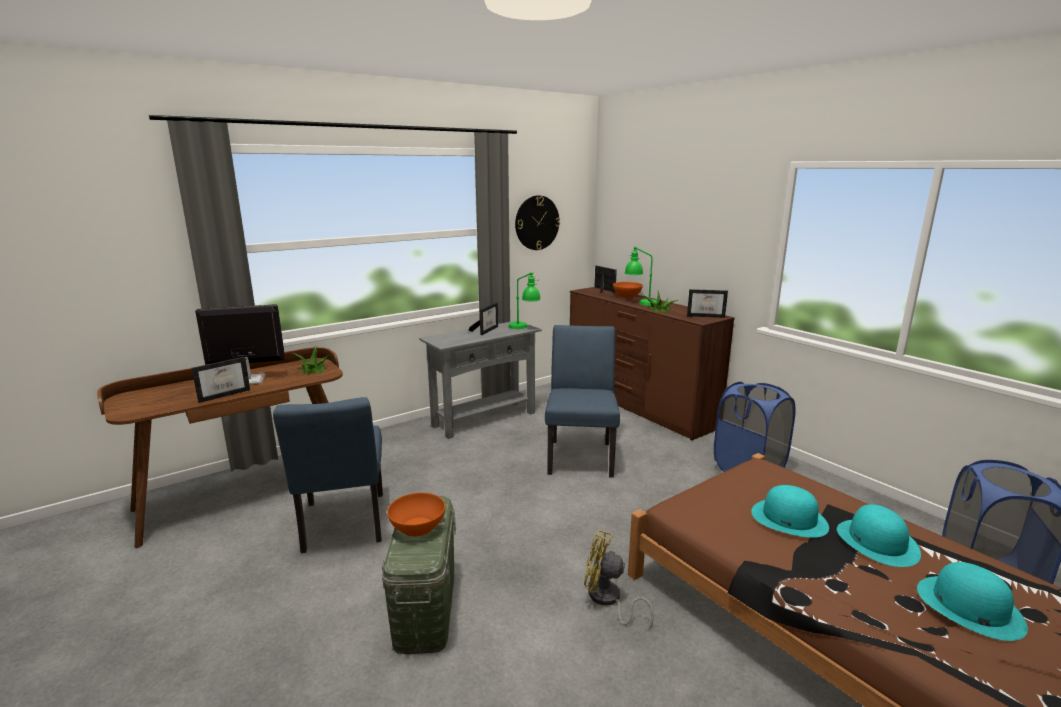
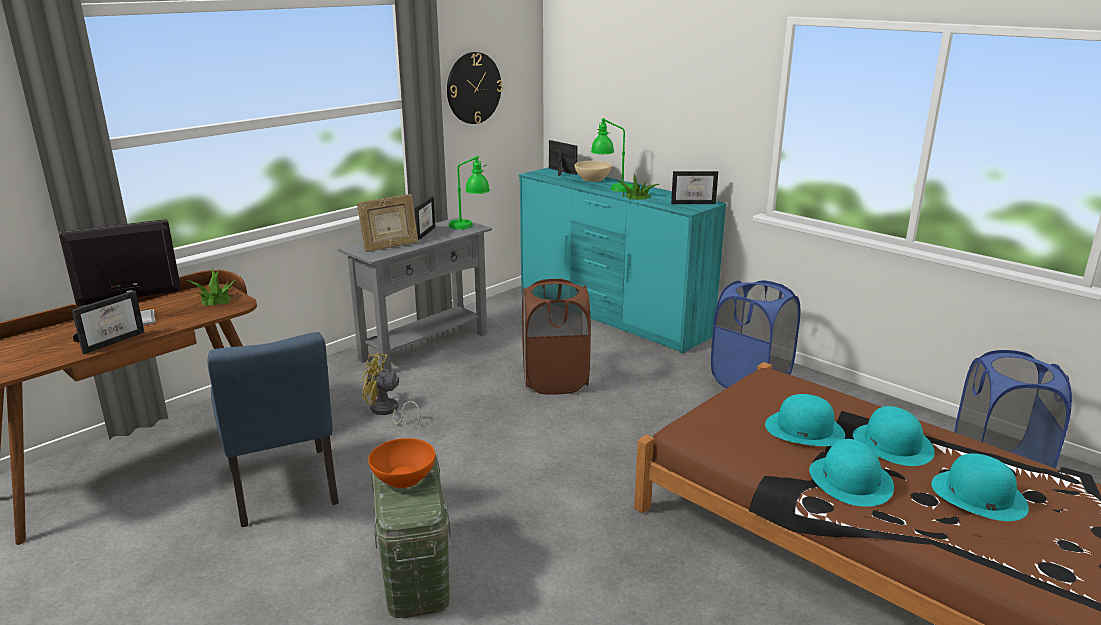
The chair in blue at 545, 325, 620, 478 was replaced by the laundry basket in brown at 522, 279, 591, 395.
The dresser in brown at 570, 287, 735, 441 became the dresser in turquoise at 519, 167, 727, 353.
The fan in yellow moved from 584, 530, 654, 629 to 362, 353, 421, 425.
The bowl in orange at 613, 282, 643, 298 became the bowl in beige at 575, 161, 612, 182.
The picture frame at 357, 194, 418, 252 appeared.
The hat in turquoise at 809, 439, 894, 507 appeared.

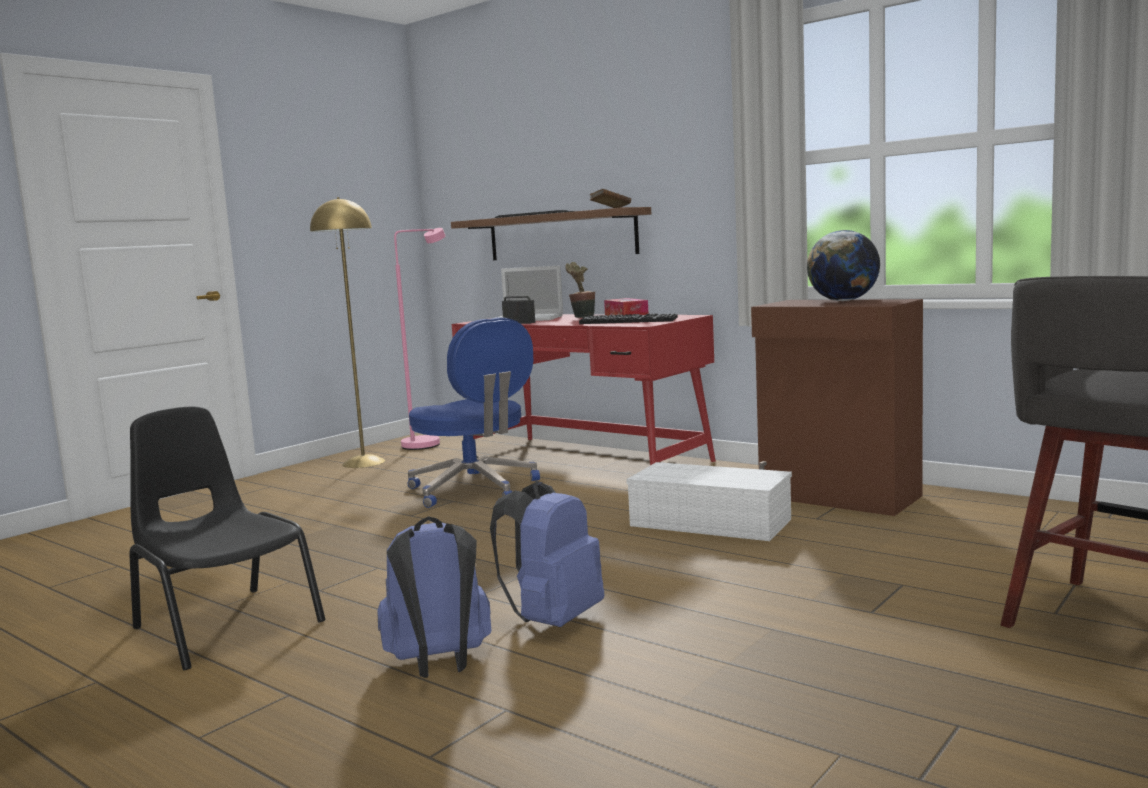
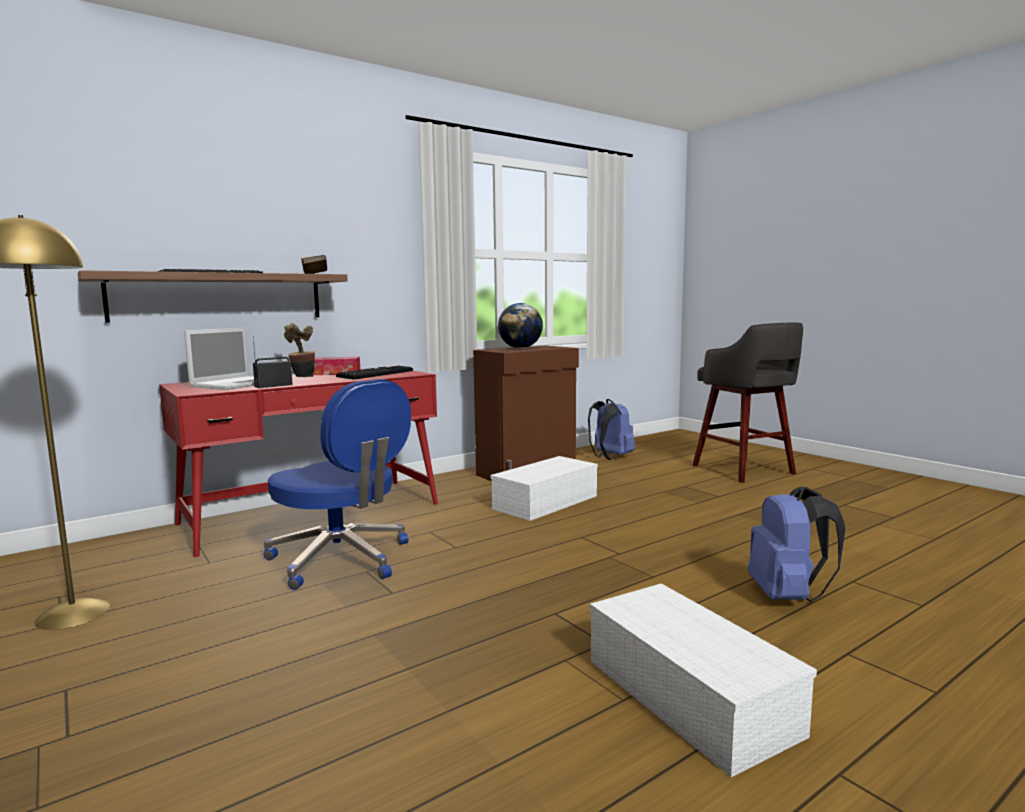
The chair in black at 129, 406, 325, 670 was replaced by the storage box in white at 590, 583, 817, 777.
The floor lamp in pink at 394, 228, 445, 450 disappeared.
The office chair in blue at 408, 317, 540, 508 turned 60 degrees clockwise.
The backpack in blue moved from 490, 481, 604, 627 to 588, 399, 635, 460.

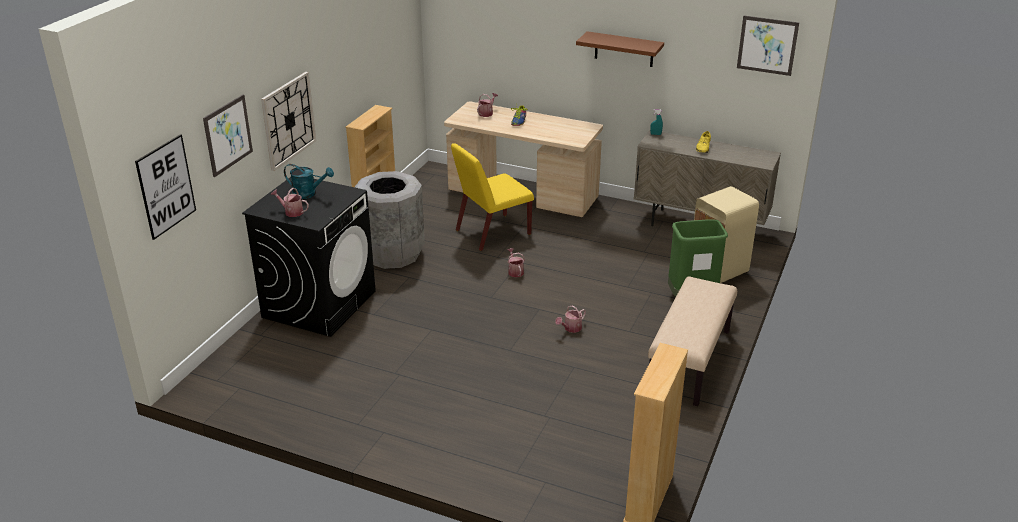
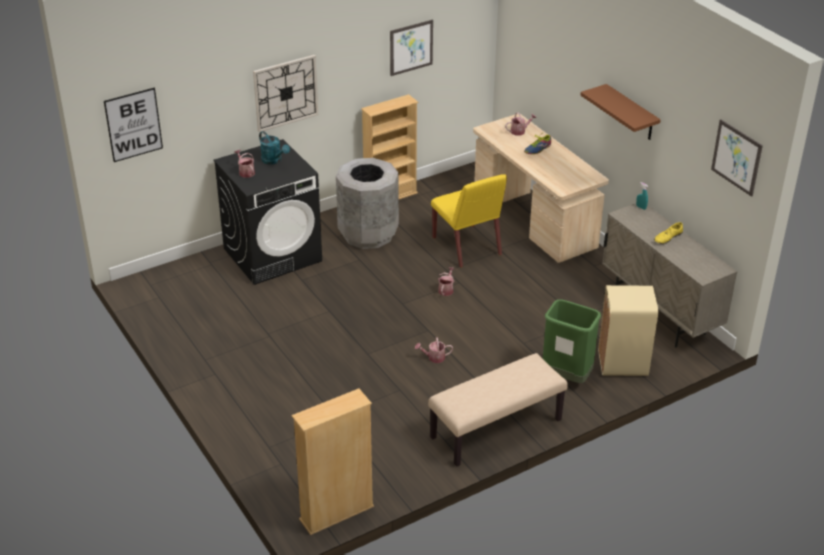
The picture moved from 203, 95, 253, 177 to 390, 20, 433, 76.
The chair in yellow at 451, 143, 534, 251 turned 120 degrees counterclockwise.

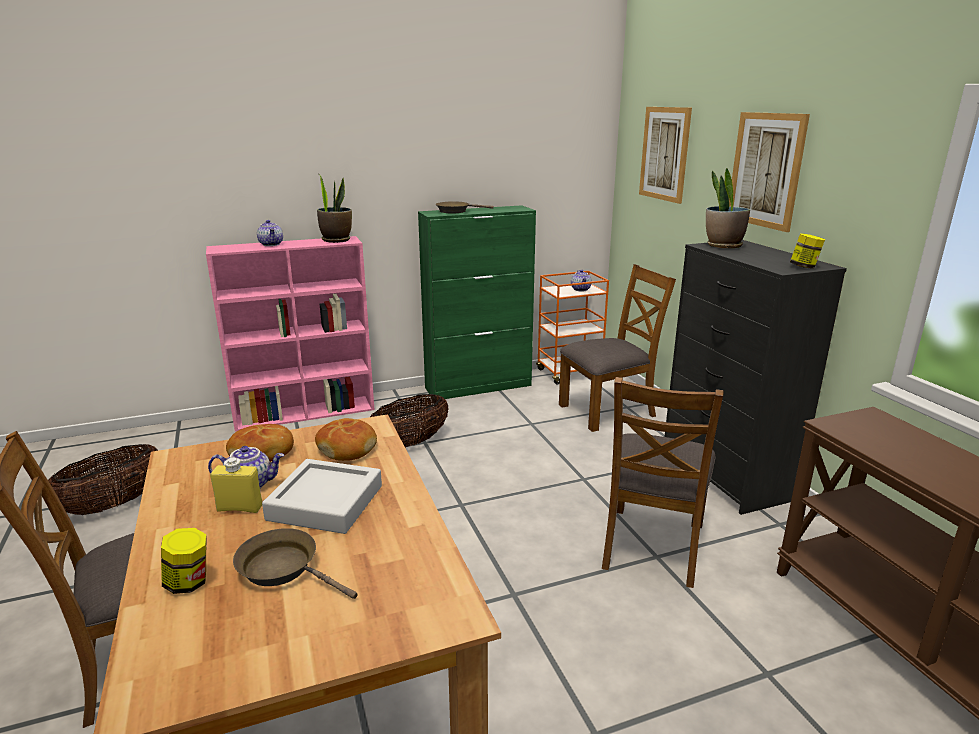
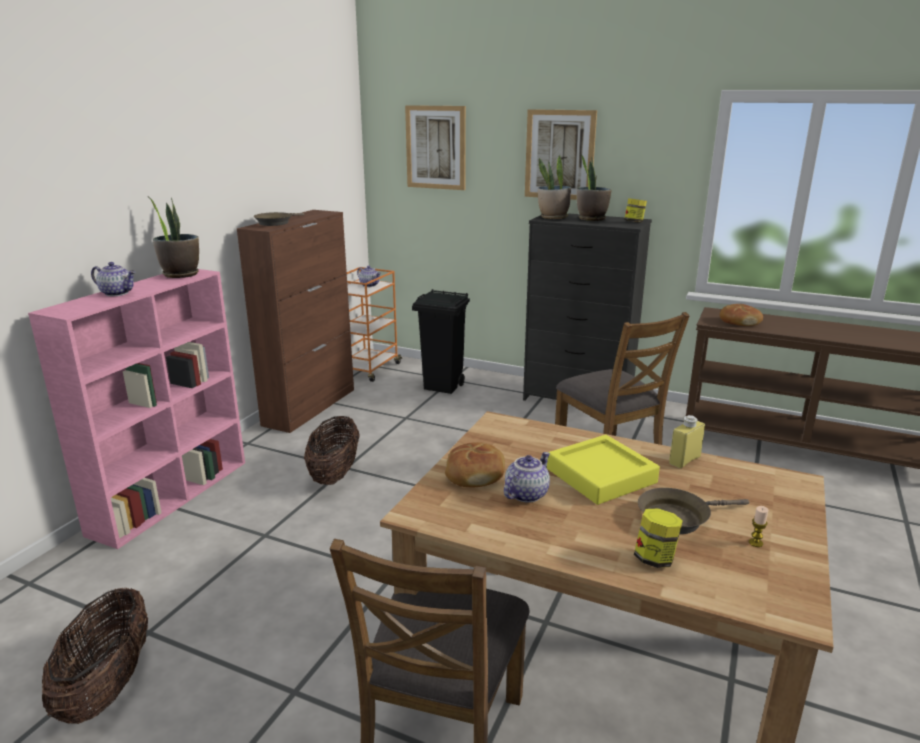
The bottle in yellow moved from 210, 457, 262, 513 to 669, 415, 705, 468.
The tray in grey at 262, 459, 382, 534 became the tray in yellow at 547, 435, 660, 505.
The bread moved from 315, 418, 377, 461 to 720, 304, 763, 326.
The cabinet in green at 418, 205, 536, 399 became the cabinet in brown at 237, 210, 354, 433.
The chair in brown at 559, 264, 676, 432 was replaced by the trash can in black at 412, 290, 470, 394.
The potted plant at 576, 155, 612, 221 appeared.
The candle at 749, 506, 768, 547 appeared.

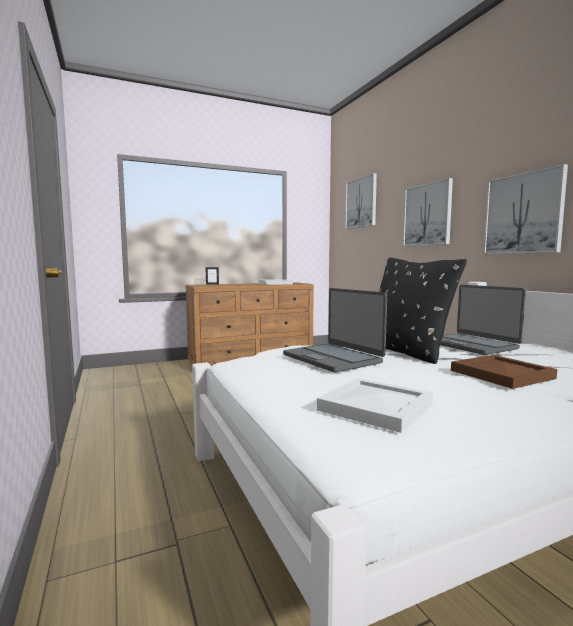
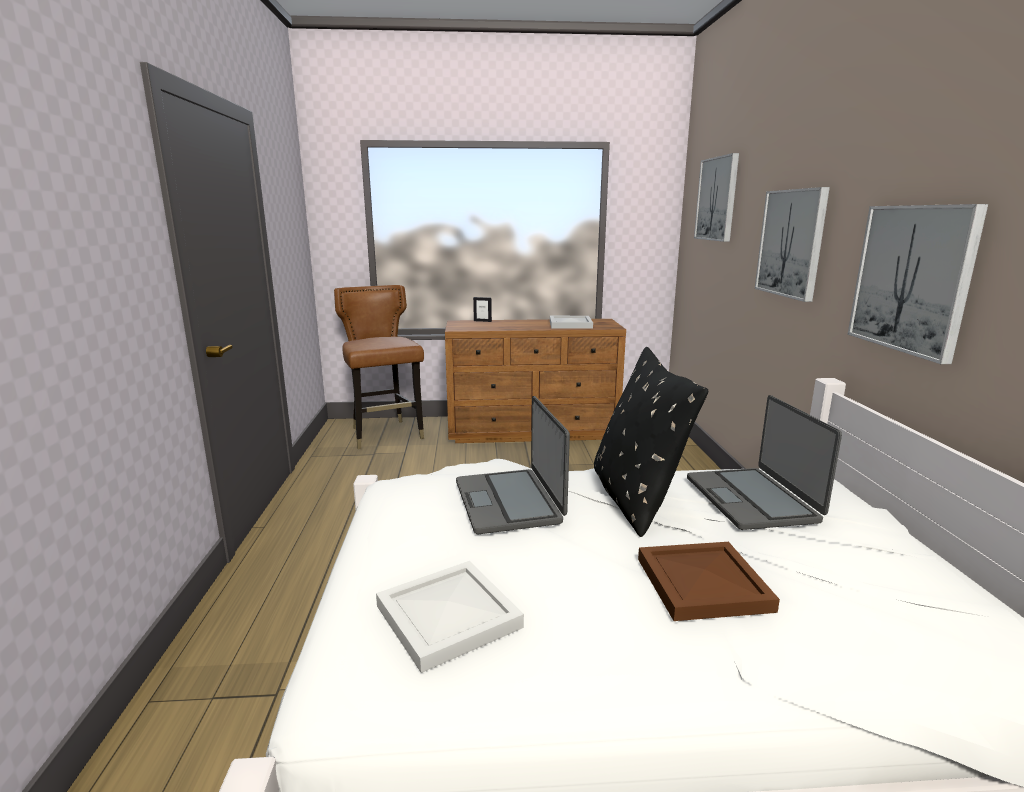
The chair in brown at 334, 285, 424, 449 appeared.

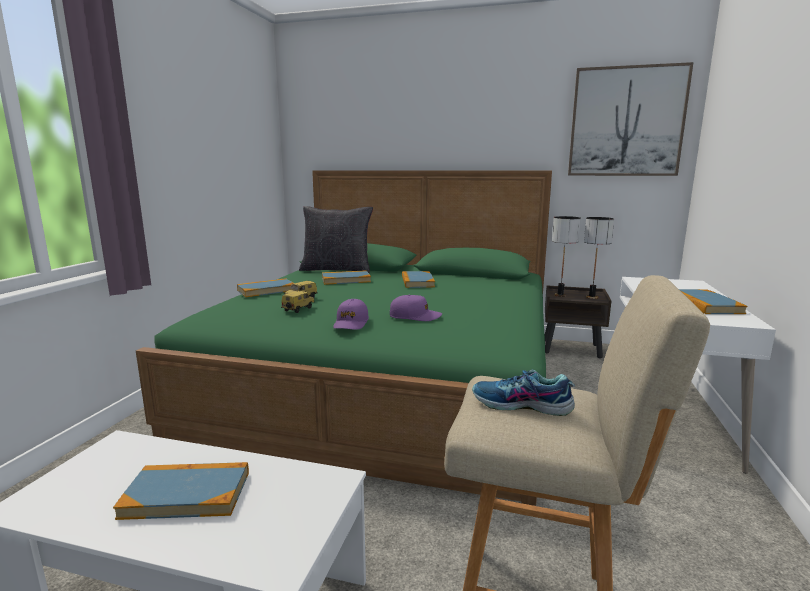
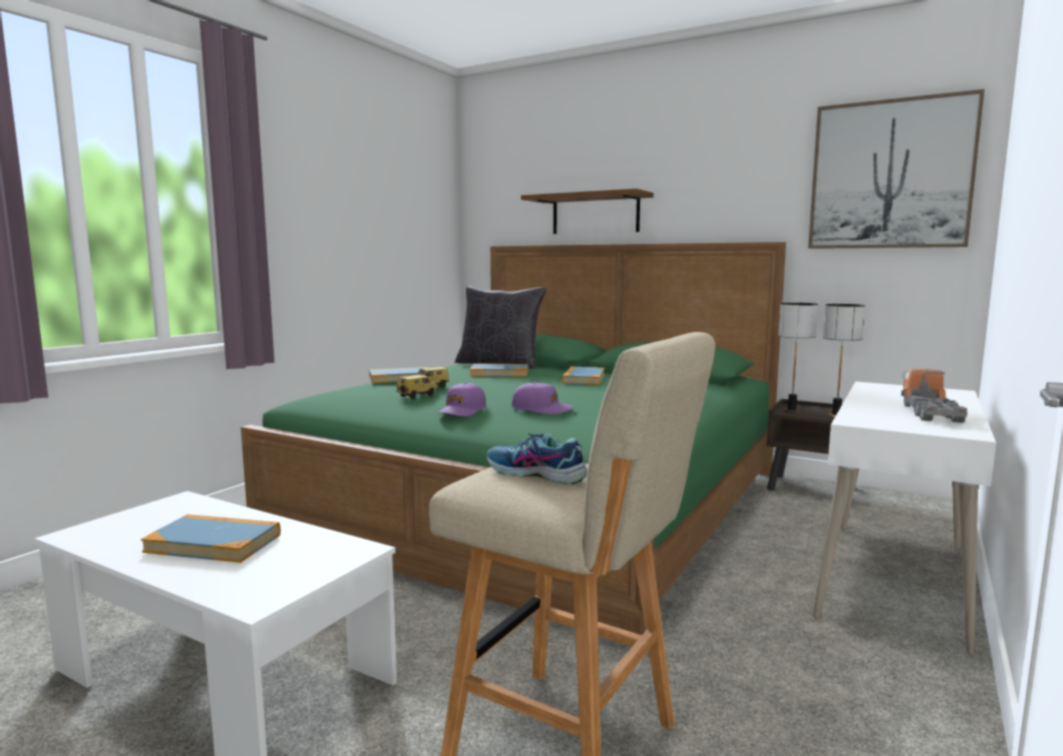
The book at 679, 289, 748, 314 was replaced by the toy truck at 901, 369, 967, 423.
The shelf in brown at 521, 188, 654, 234 appeared.

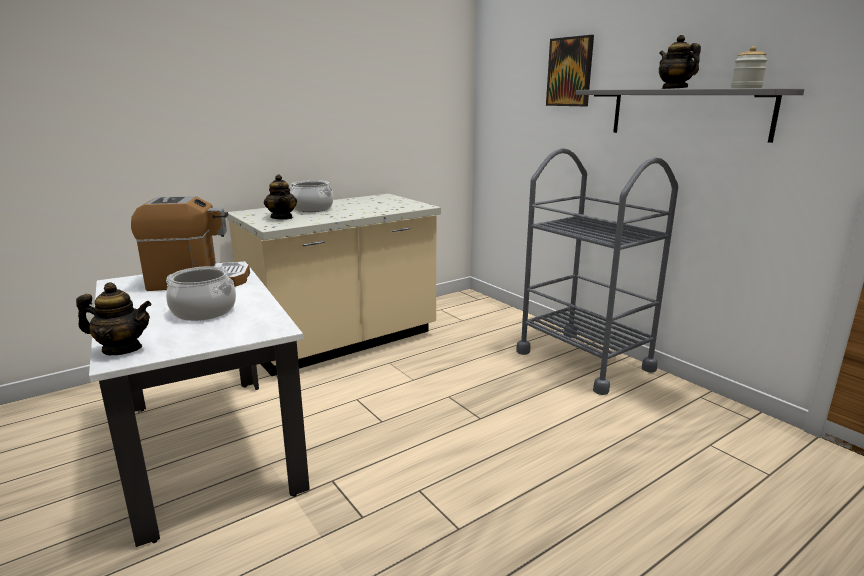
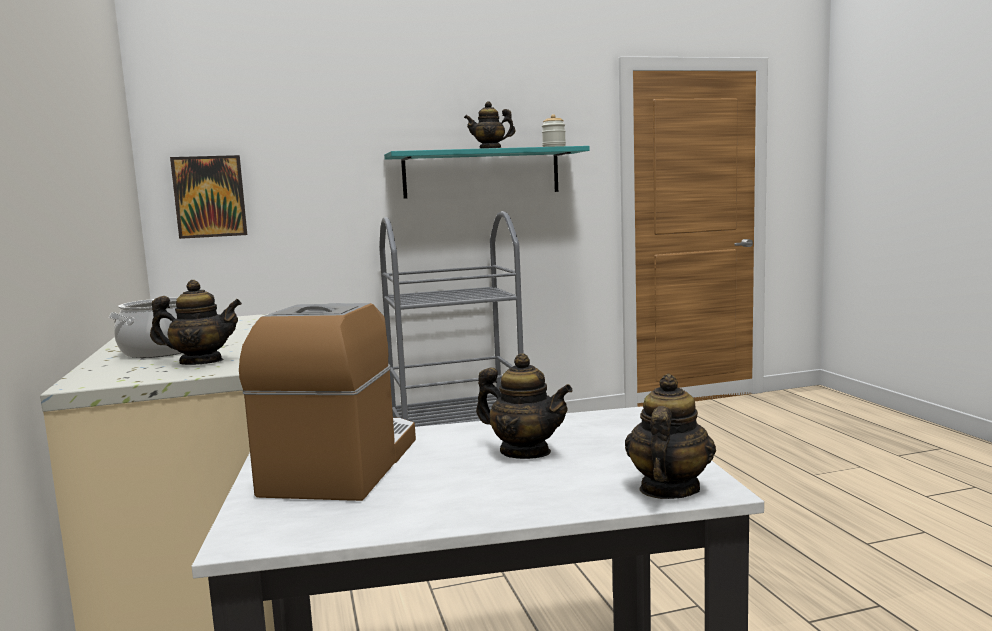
The cooking pot at 166, 266, 236, 321 was replaced by the teapot at 476, 353, 573, 459.
The picture moved from 546, 35, 594, 106 to 170, 155, 247, 239.
The shelf in grey at 576, 88, 804, 143 became the shelf in turquoise at 384, 146, 590, 199.

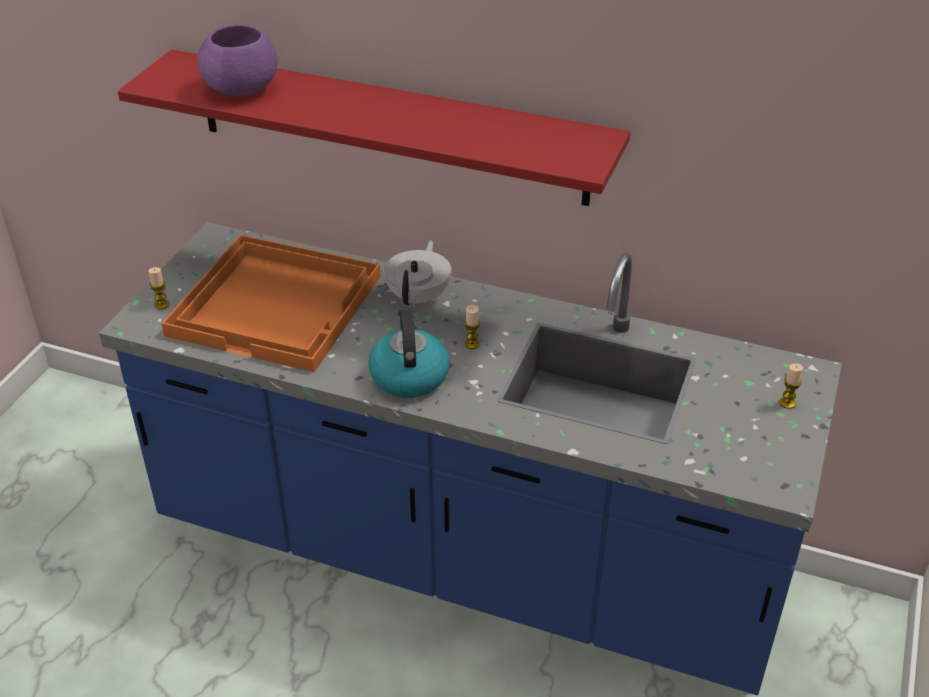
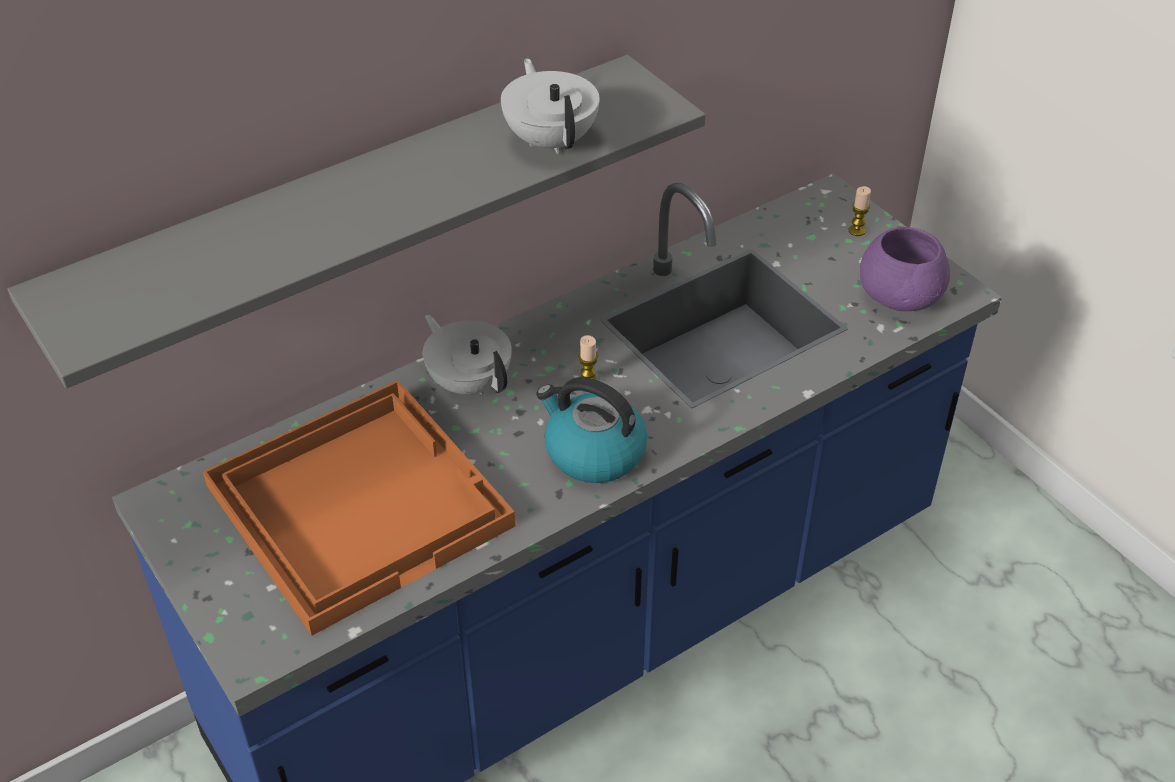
The shelf in red at 118, 49, 630, 206 became the shelf in grey at 8, 55, 706, 388.
The candle at 148, 267, 169, 310 disappeared.
The bowl in purple moved from 197, 25, 278, 96 to 860, 227, 950, 311.
The teapot in white at 501, 58, 599, 154 appeared.

